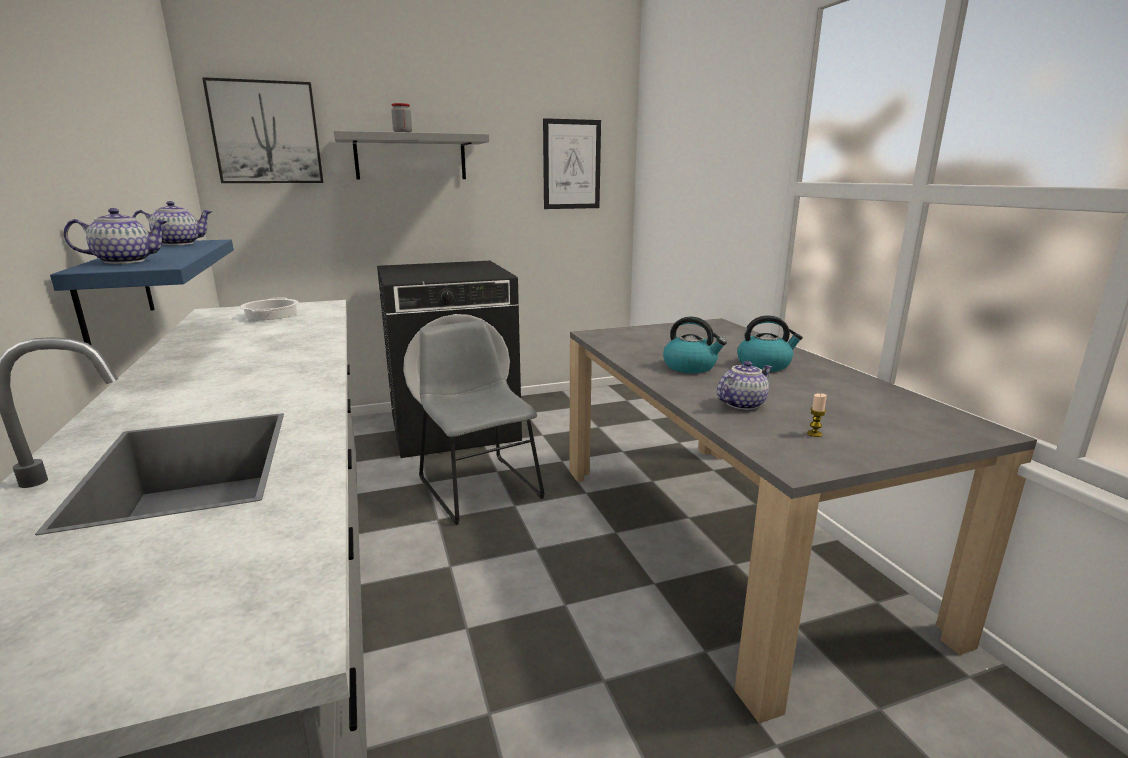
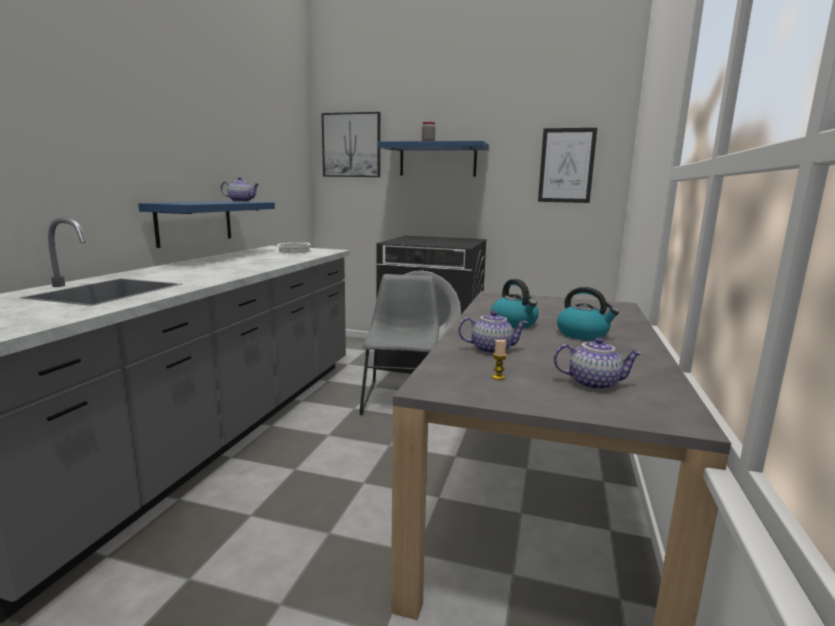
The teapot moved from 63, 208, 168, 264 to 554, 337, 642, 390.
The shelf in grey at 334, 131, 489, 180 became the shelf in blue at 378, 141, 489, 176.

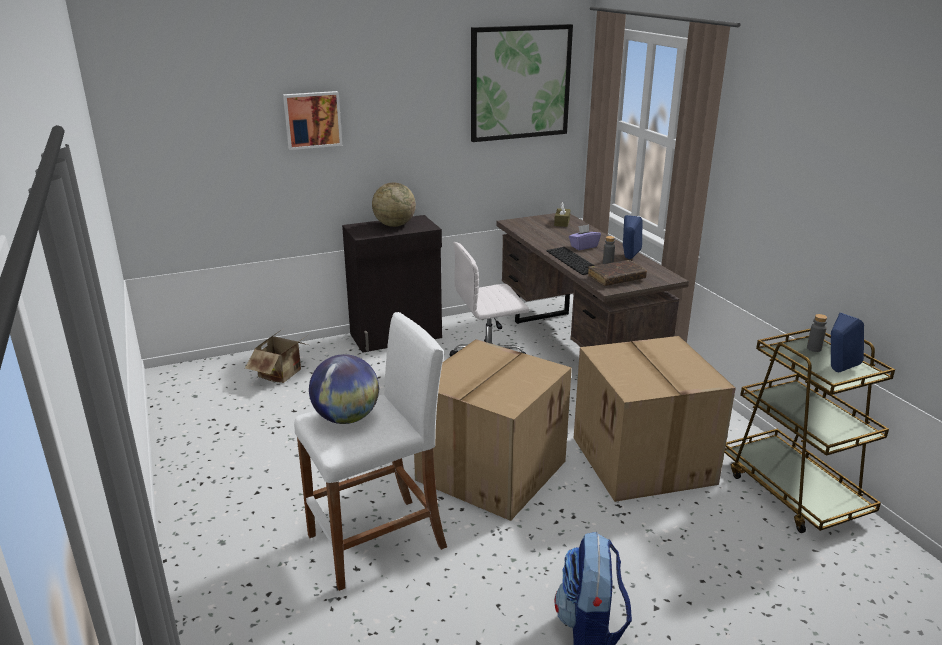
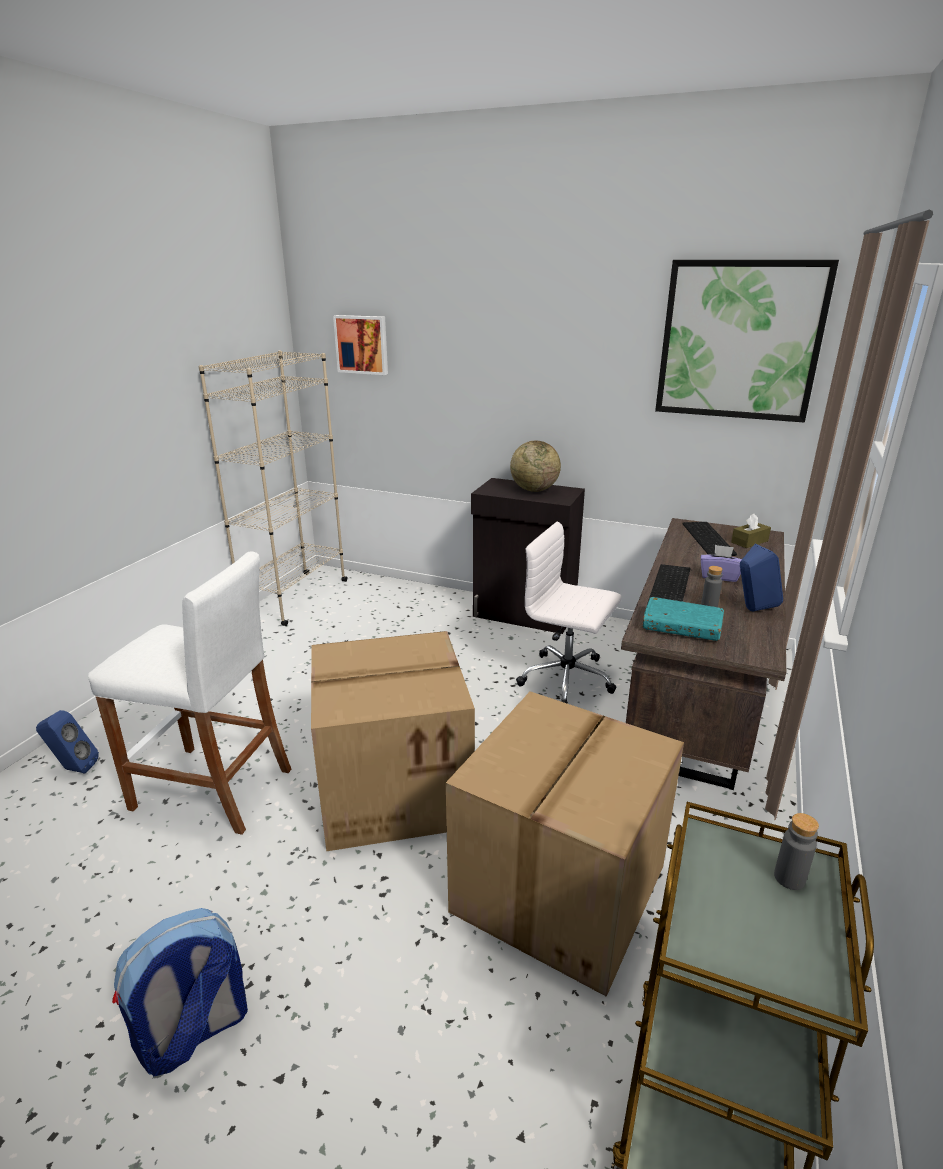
The cardboard box at 245, 330, 308, 383 disappeared.
The picture moved from 283, 91, 342, 150 to 333, 315, 388, 375.
The globe at 309, 354, 379, 424 disappeared.
The book in brown at 588, 260, 647, 286 became the book in turquoise at 643, 597, 724, 641.
The speaker in blue moved from 831, 313, 864, 372 to 36, 710, 99, 774.
The bookcase in beige at 199, 351, 348, 626 appeared.
The keyboard at 682, 522, 737, 556 appeared.

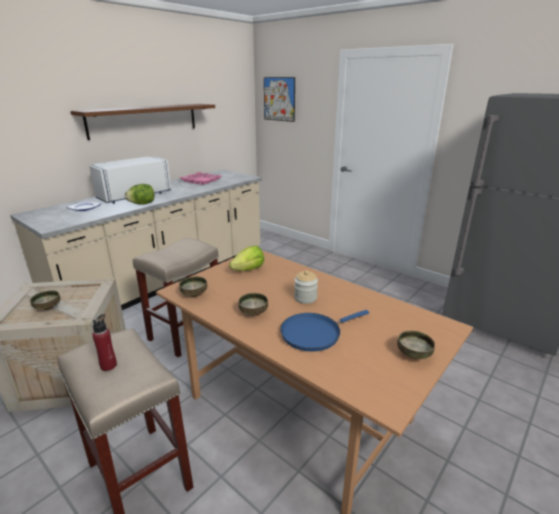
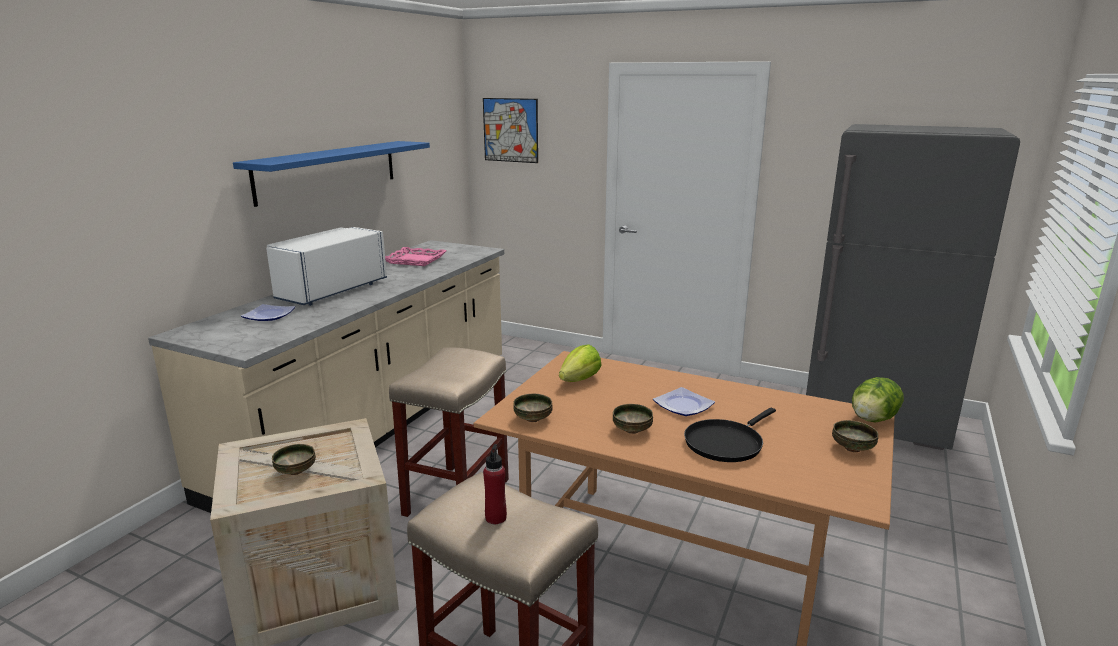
The shelf in brown at 71, 104, 215, 140 became the shelf in blue at 233, 141, 430, 207.
The lettuce moved from 125, 184, 155, 205 to 852, 377, 904, 422.
The frying pan in blue at 280, 310, 369, 352 became the frying pan in black at 684, 407, 776, 462.
The jar at 294, 270, 318, 304 was replaced by the plate at 653, 387, 715, 416.

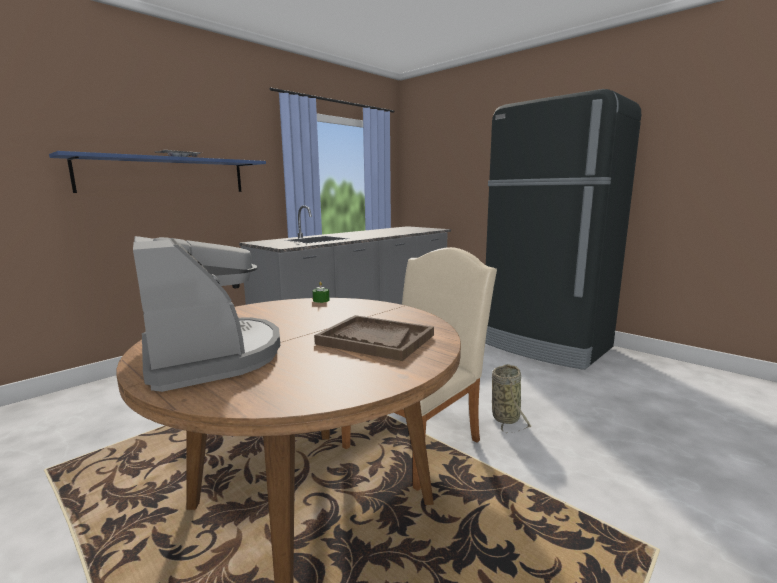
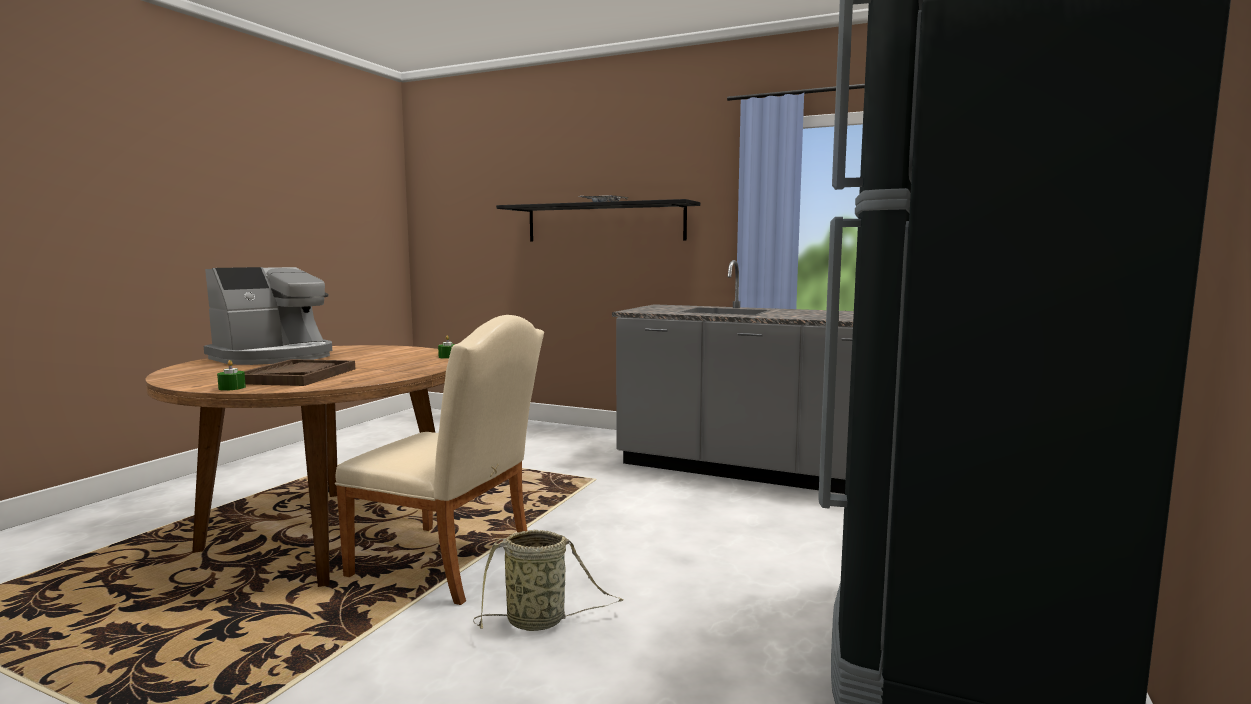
The shelf in blue at 49, 151, 266, 193 became the shelf in black at 496, 199, 700, 242.
The candle in green at 217, 360, 246, 391 appeared.

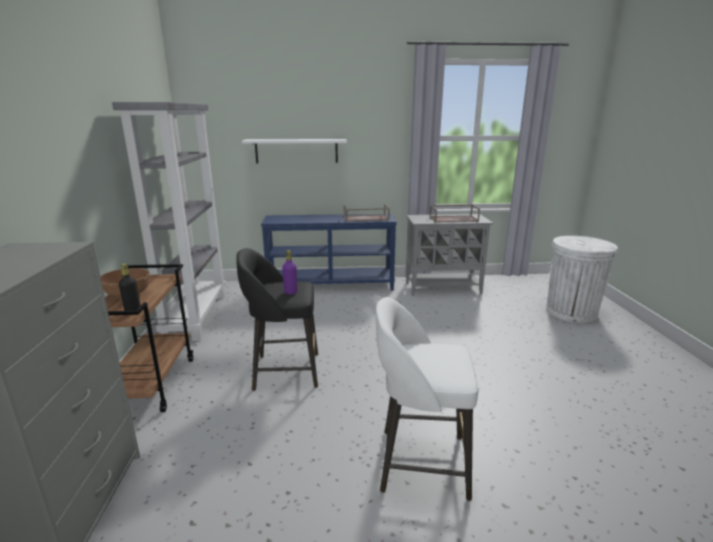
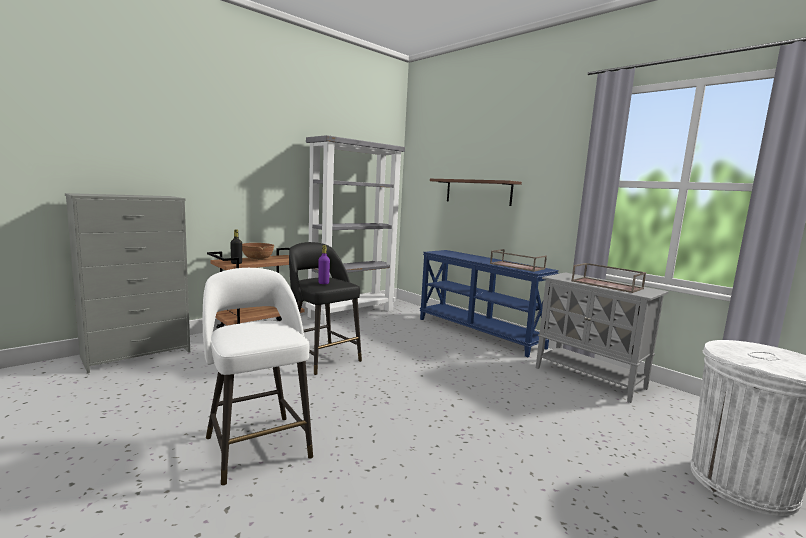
The shelf in white at 242, 139, 347, 163 became the shelf in brown at 430, 179, 522, 206.

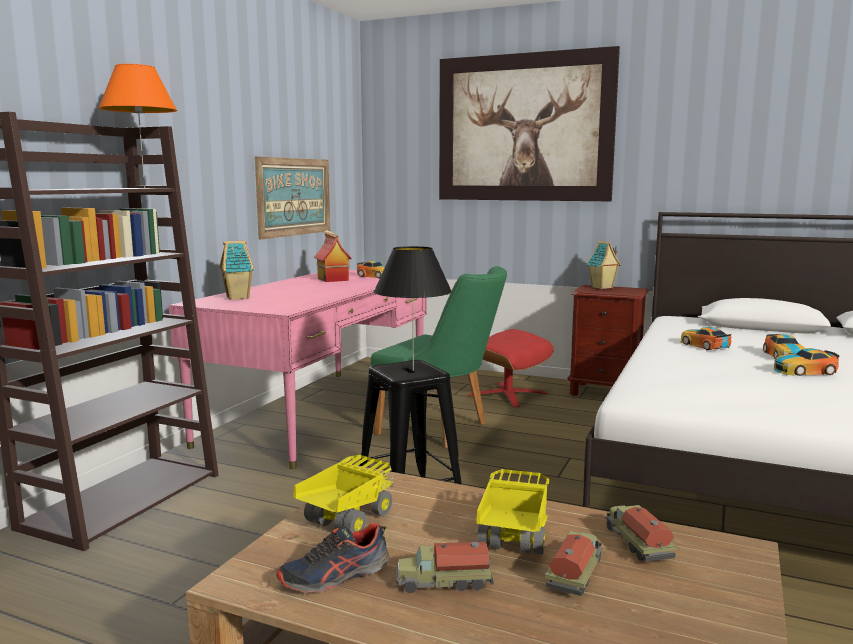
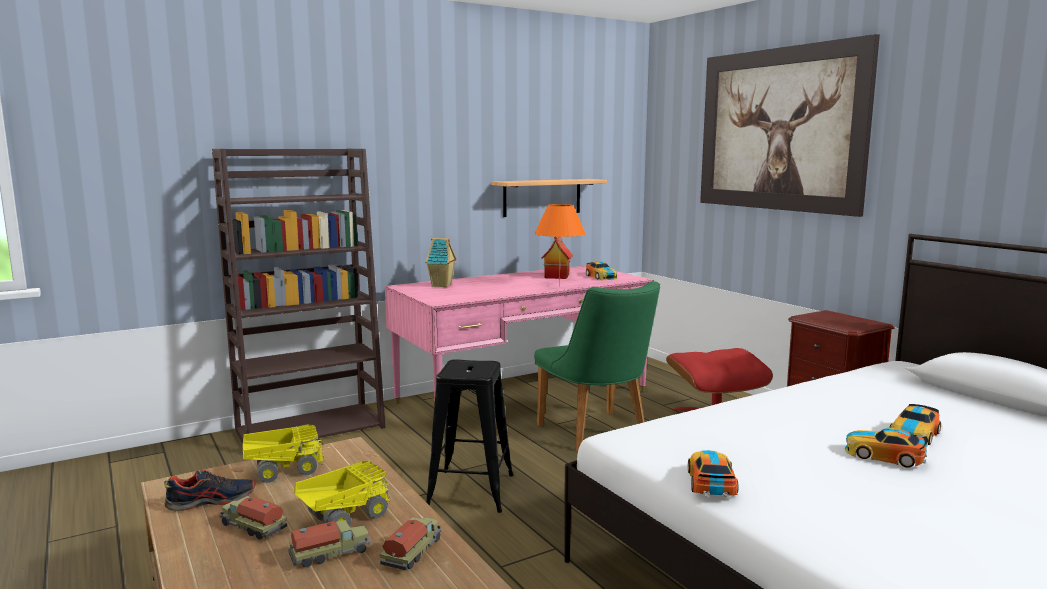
The table lamp in orange moved from 98, 64, 177, 188 to 535, 204, 586, 286.
The picture at 255, 156, 330, 240 was replaced by the shelf at 492, 179, 607, 217.
The shoe at 276, 522, 390, 593 turned 150 degrees clockwise.
The table lamp in black at 374, 246, 452, 371 disappeared.
The toy house at 586, 241, 621, 289 disappeared.
The toy car moved from 681, 327, 731, 350 to 688, 450, 738, 498.

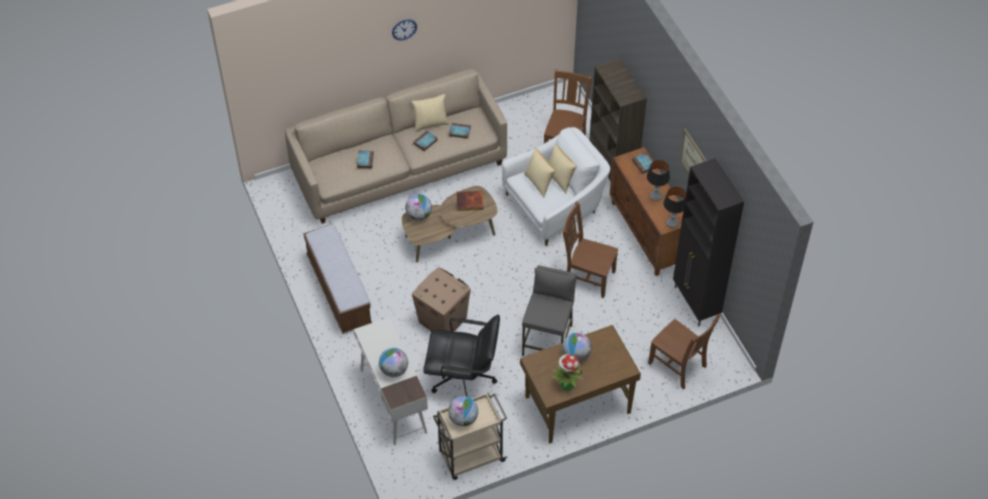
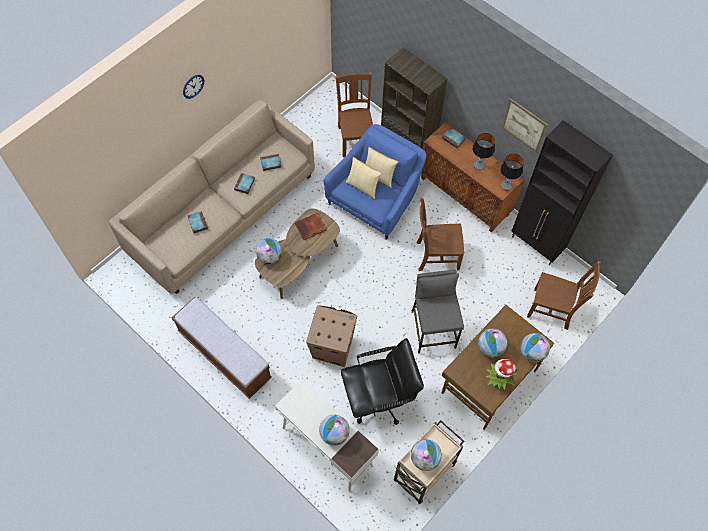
The pillow at 411, 94, 449, 132 disappeared.
The armchair in white at 502, 127, 610, 246 became the armchair in blue at 323, 124, 427, 240.
The globe at 520, 333, 550, 362 appeared.

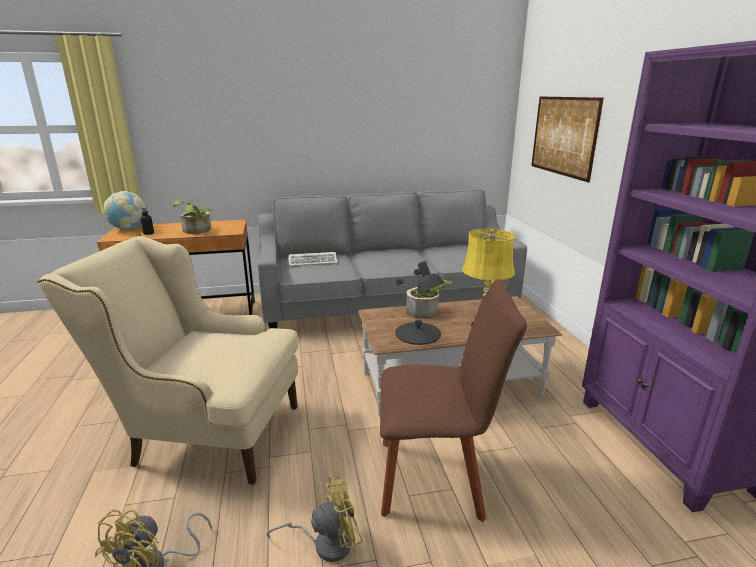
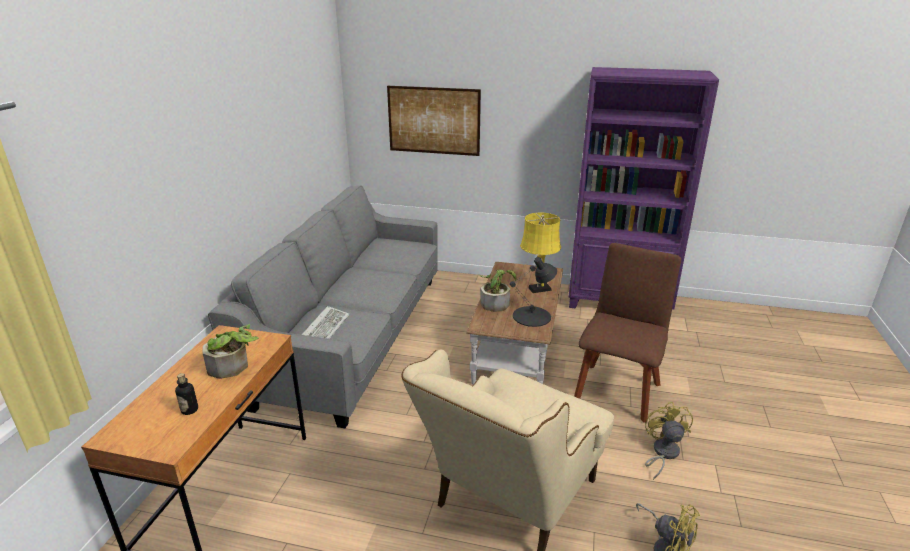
The globe at 104, 191, 148, 230 disappeared.

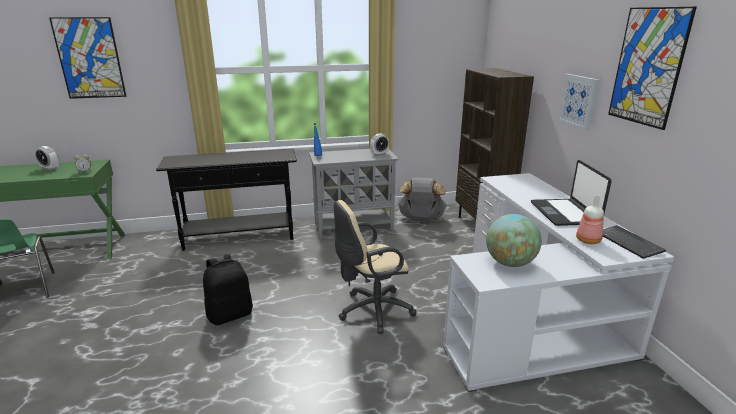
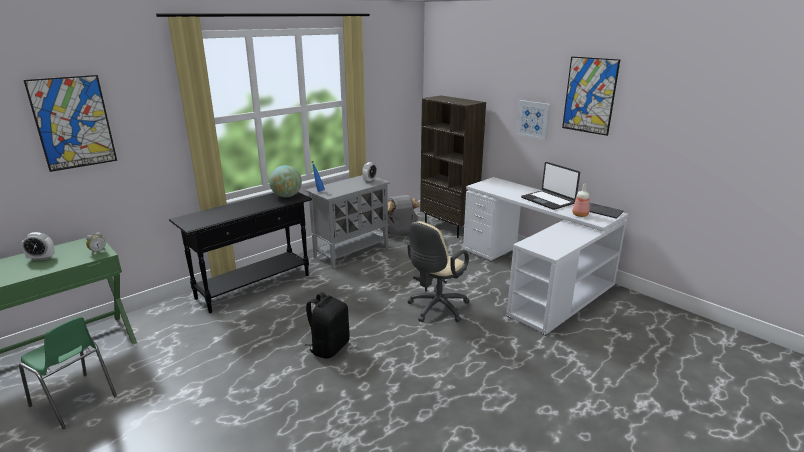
The globe moved from 486, 214, 542, 267 to 269, 165, 302, 197.

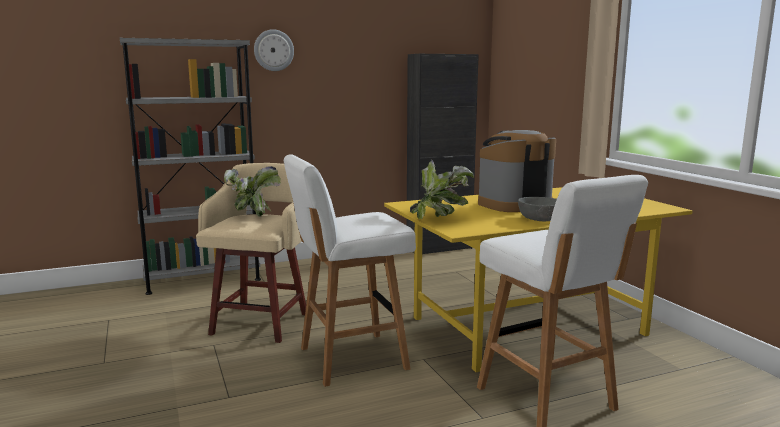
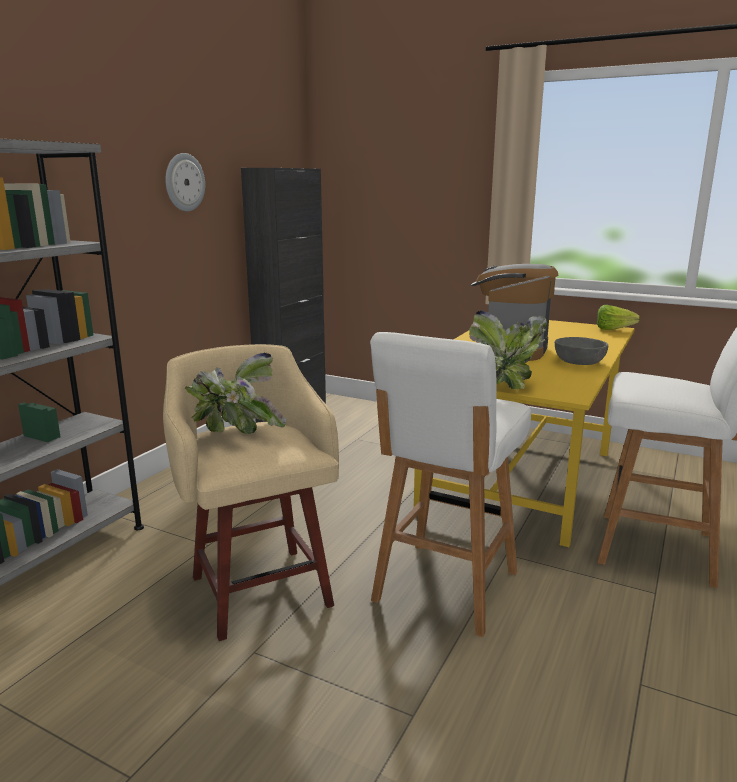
The wall clock moved from 254, 29, 294, 71 to 165, 153, 205, 211.
The lettuce at 597, 305, 640, 330 appeared.

